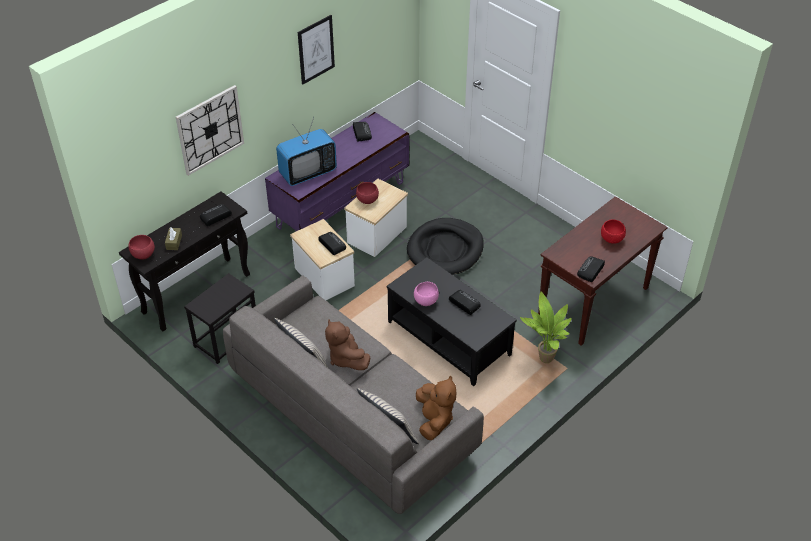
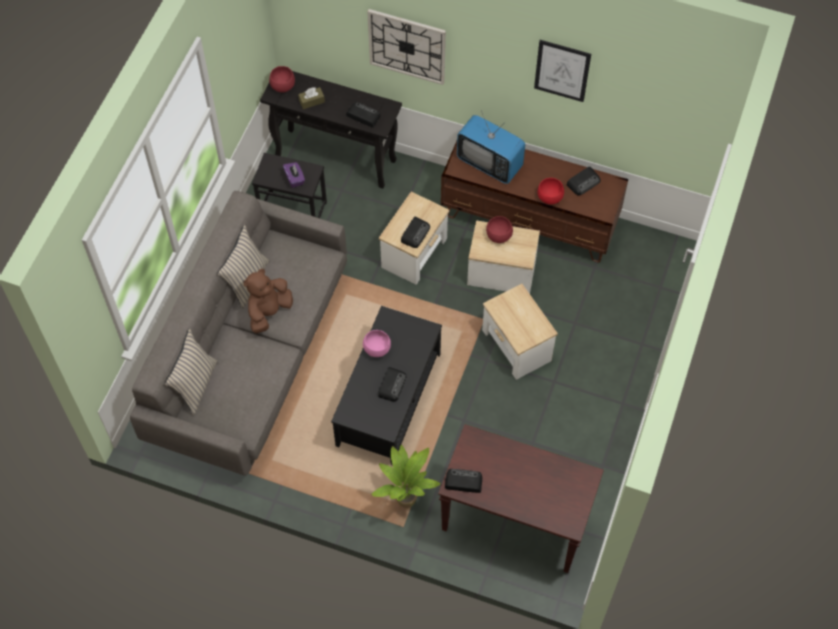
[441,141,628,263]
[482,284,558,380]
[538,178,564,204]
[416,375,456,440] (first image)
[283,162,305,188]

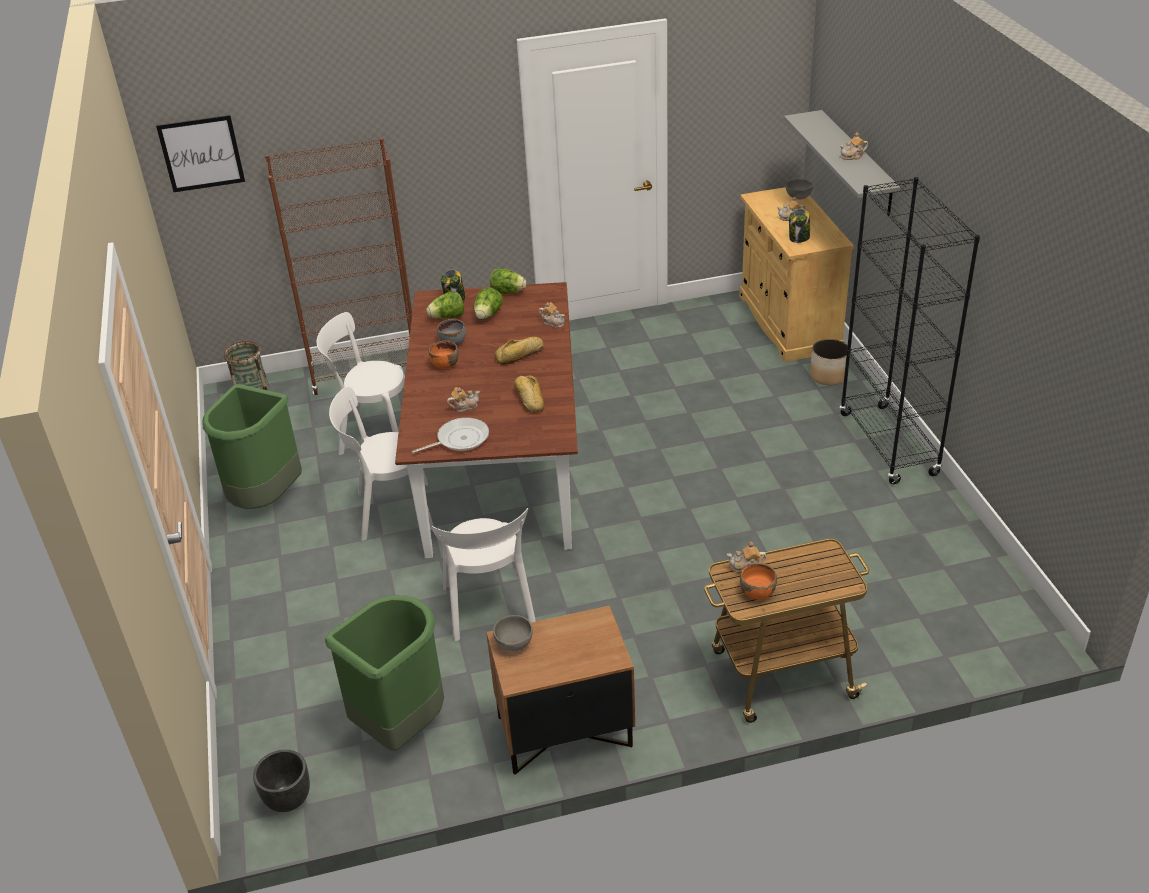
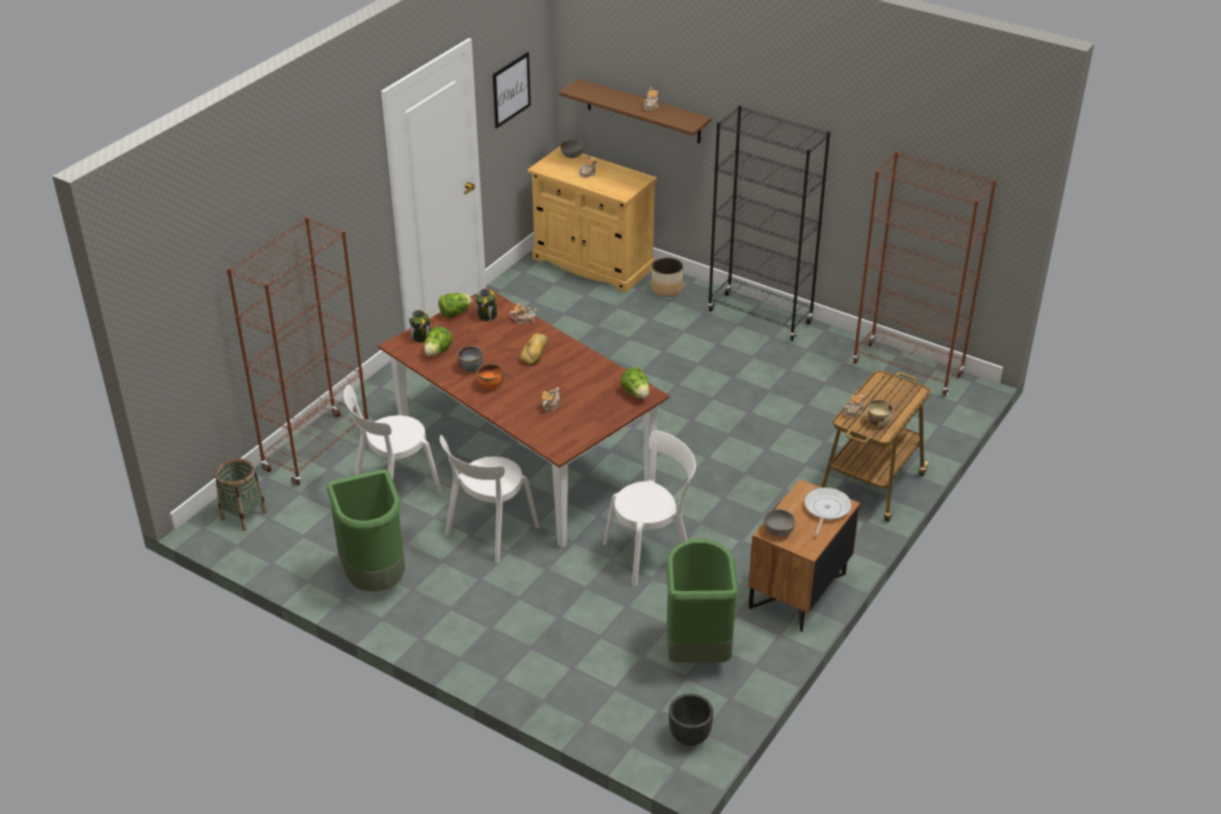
[559,79,712,143]
[493,52,531,128]
[476,289,497,321]
[621,367,649,399]
[514,375,544,413] (first image)
[804,487,852,537]
[603,431,696,586]
[866,400,894,427]
[852,151,997,396]

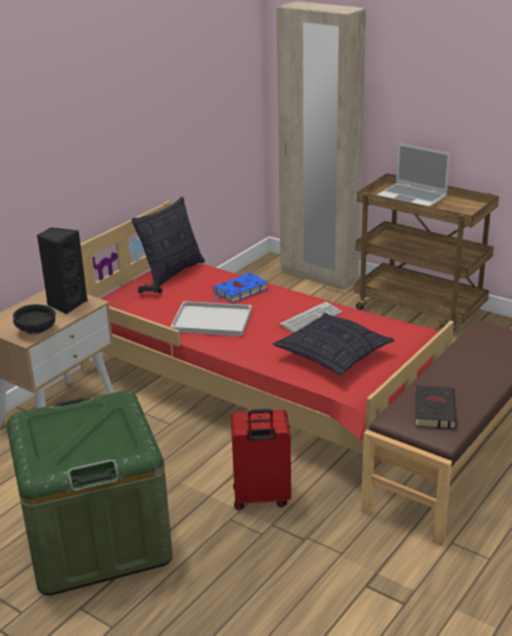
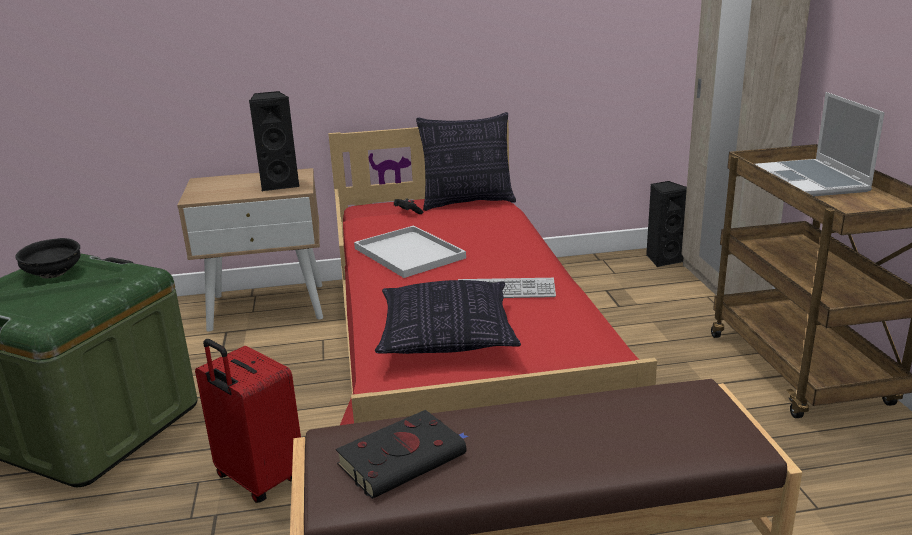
[213,273,268,303] (first image)
[15,238,81,278]
[646,181,687,267]

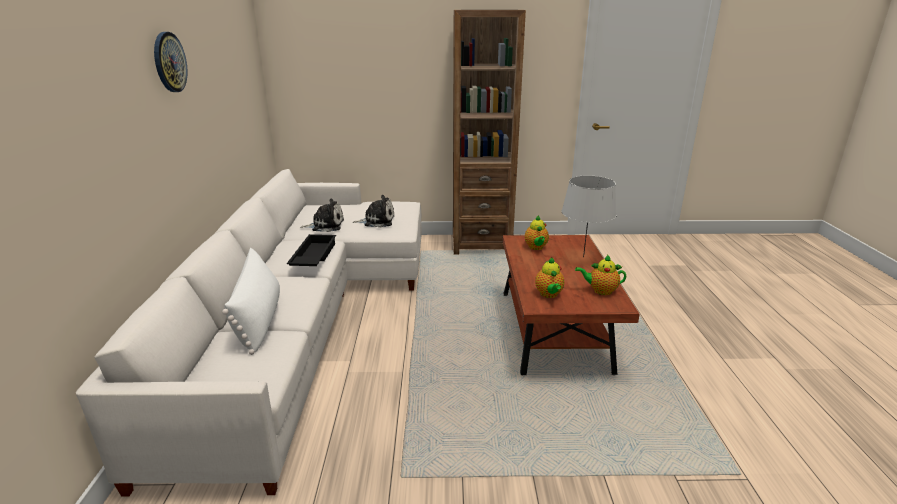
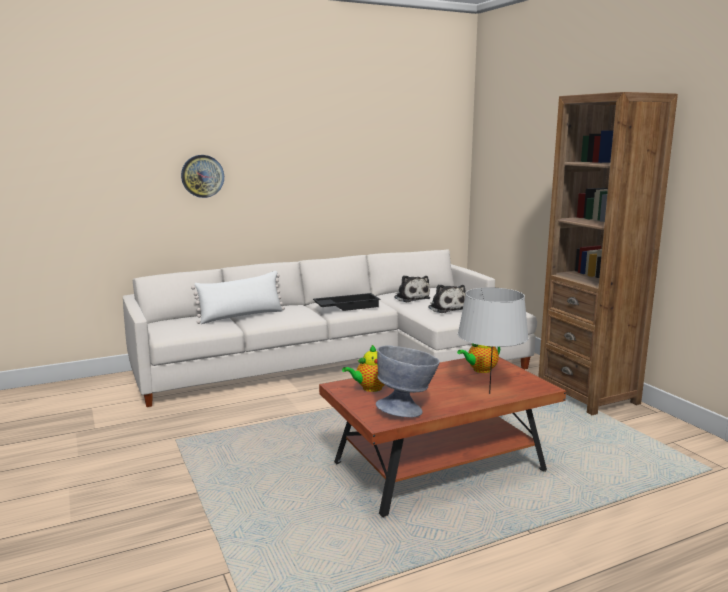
[181,155,224,198]
[376,346,439,417]

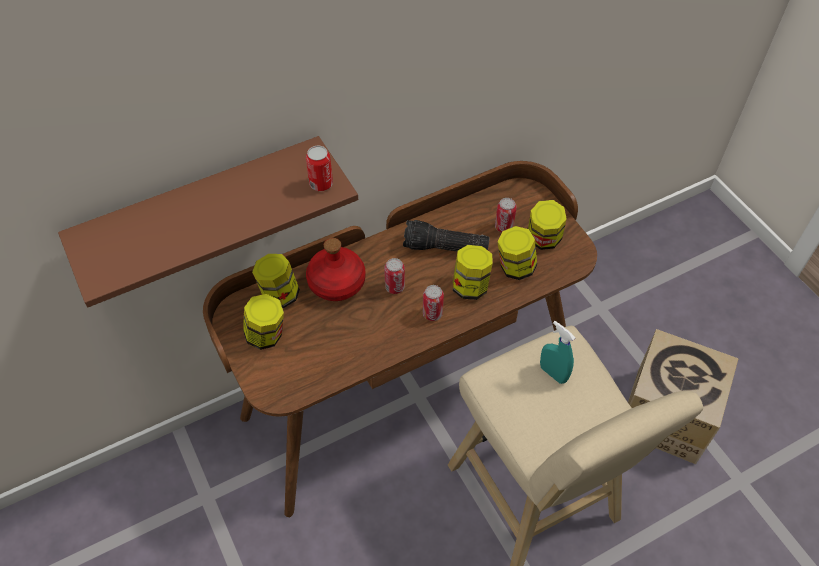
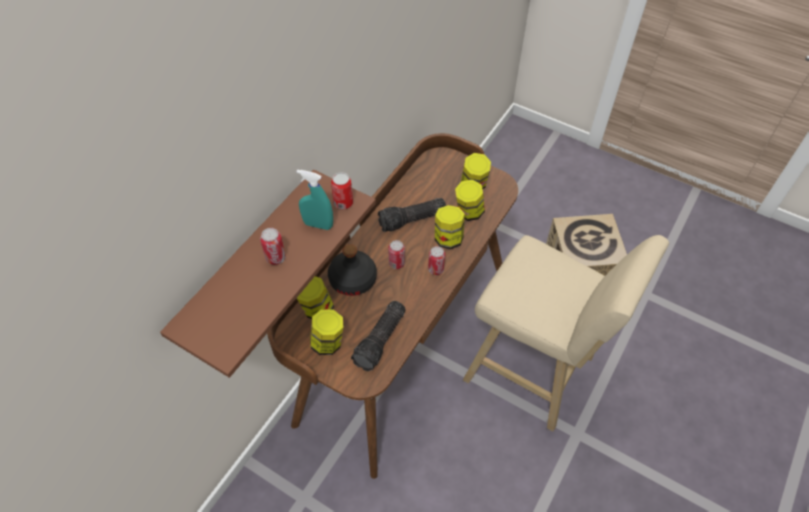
[260,228,286,265]
[328,244,377,296]
[297,170,333,230]
[351,301,406,371]

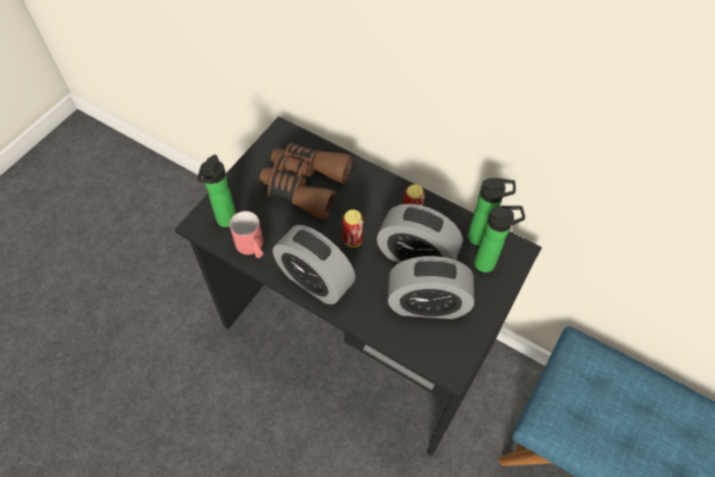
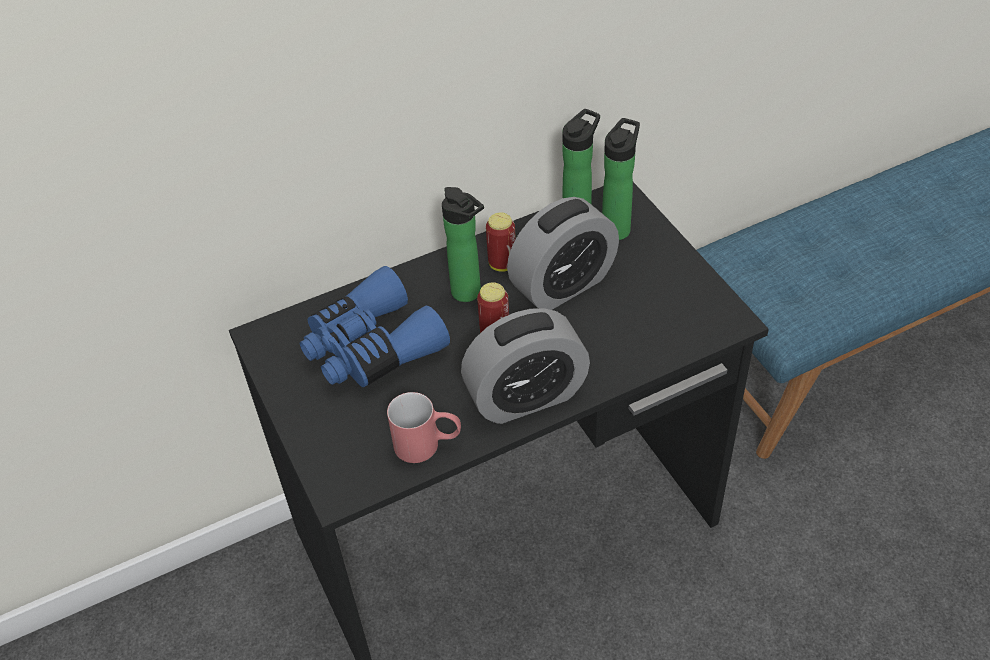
[300,266,450,388]
[442,187,484,302]
[388,256,474,319] (first image)

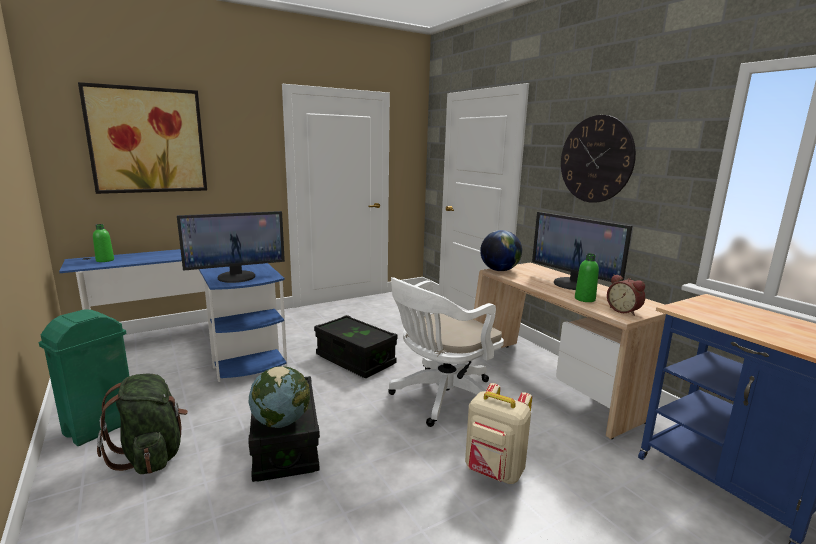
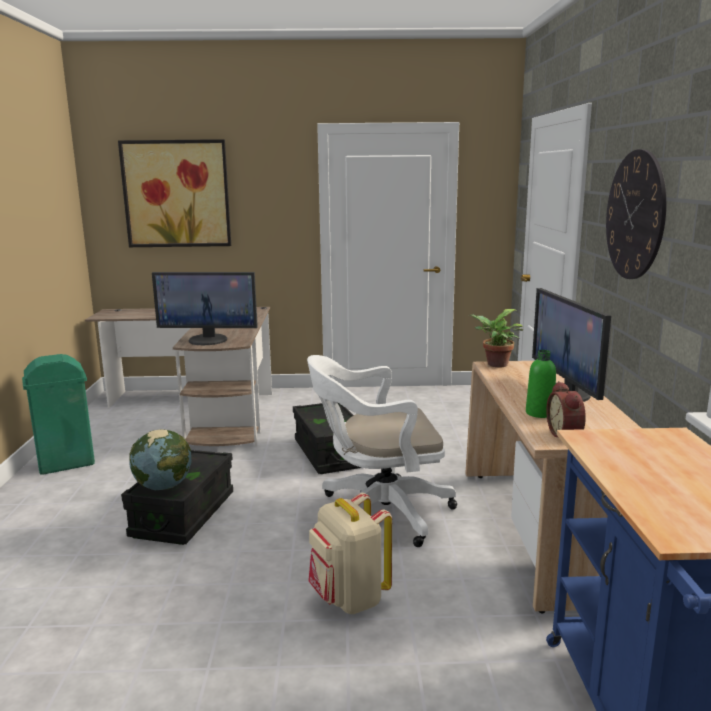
[93,224,114,262] (first image)
[468,309,523,367]
[85,307,272,446]
[97,374,188,474] (first image)

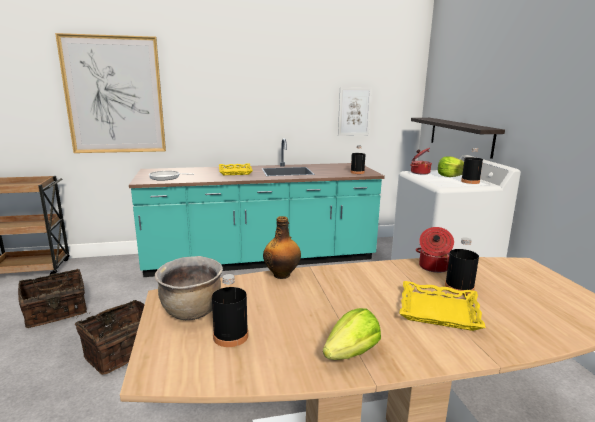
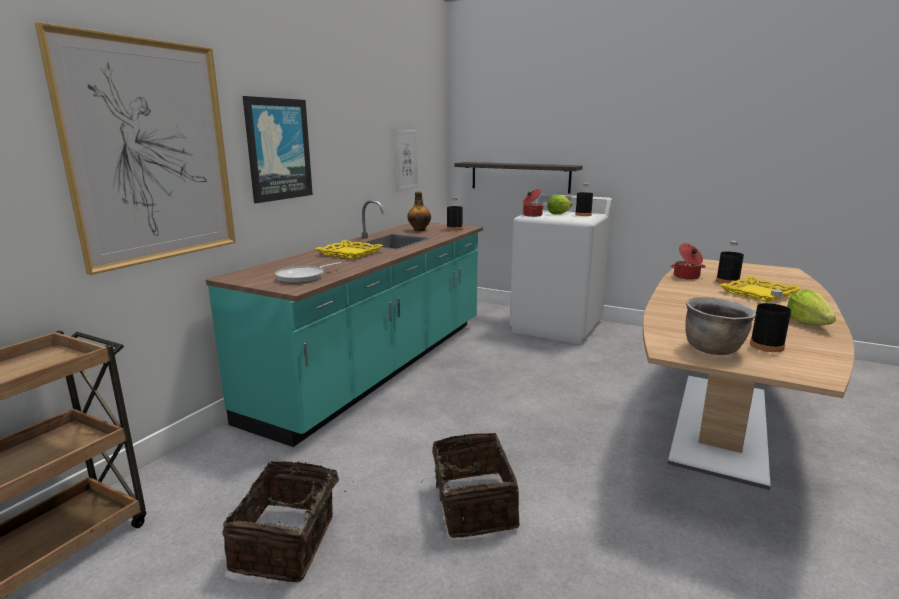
[407,192,431,231]
[243,96,313,203]

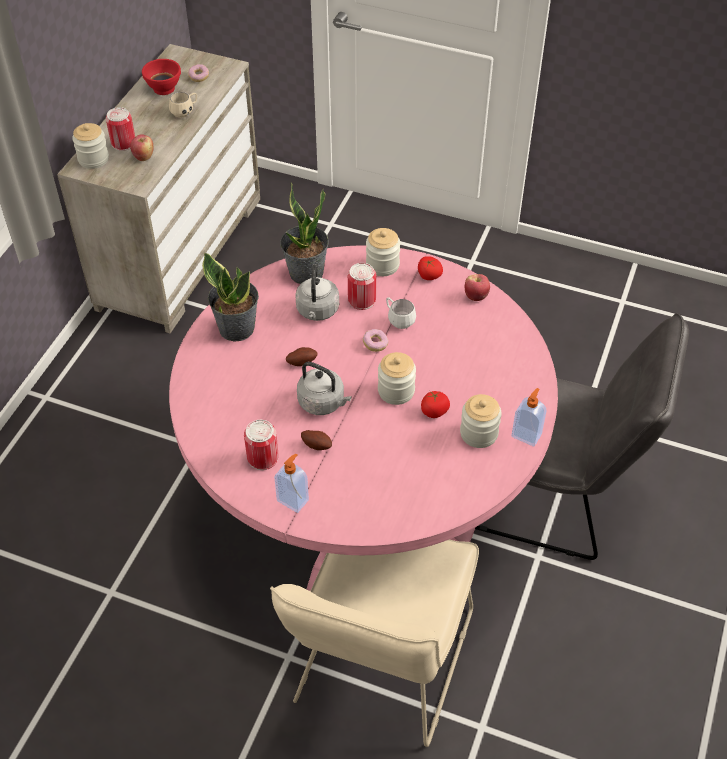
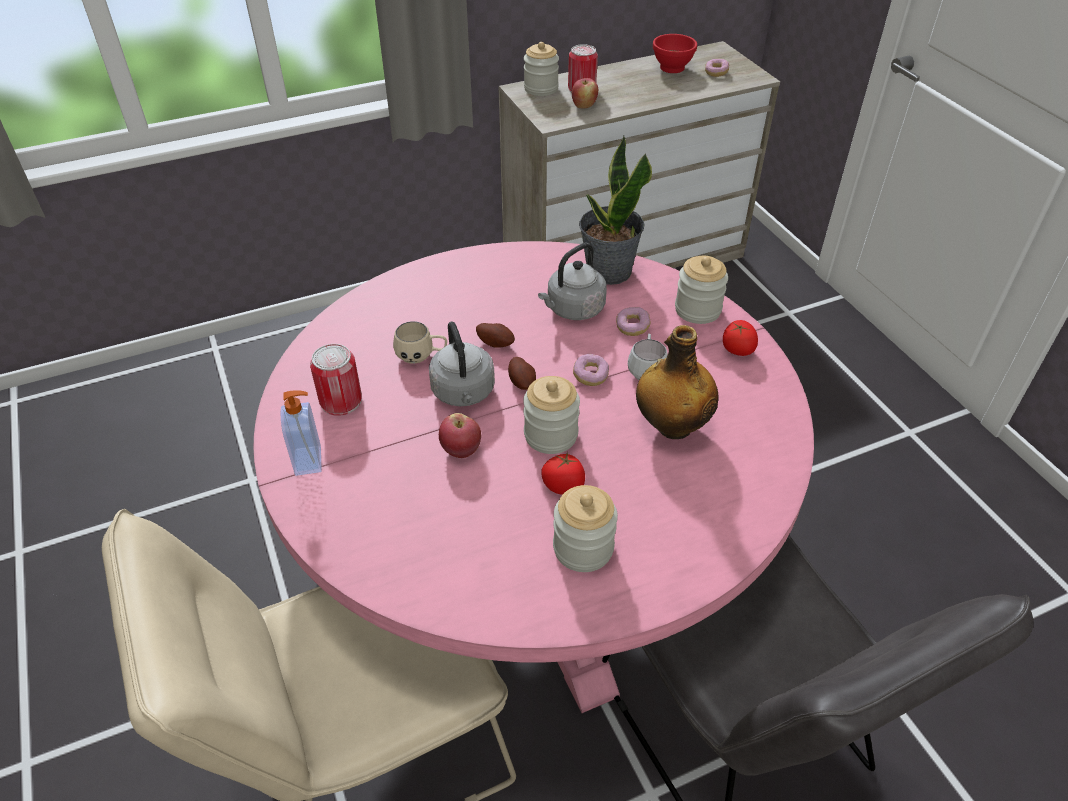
[393,321,447,364]
[202,252,259,342] (first image)
[616,307,651,336]
[439,413,481,458]
[511,388,547,446] (first image)
[508,357,536,390]
[636,325,719,439]

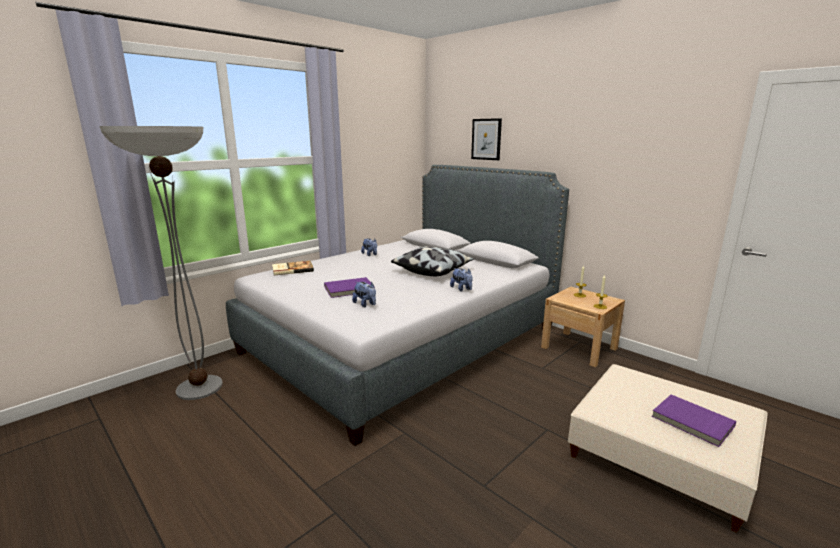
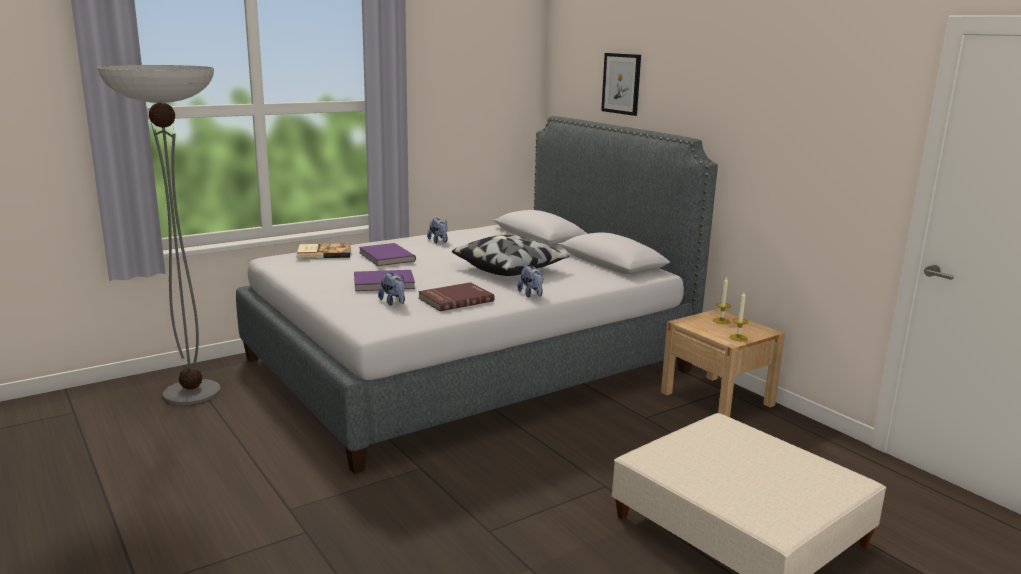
[359,243,416,266]
[418,282,495,311]

